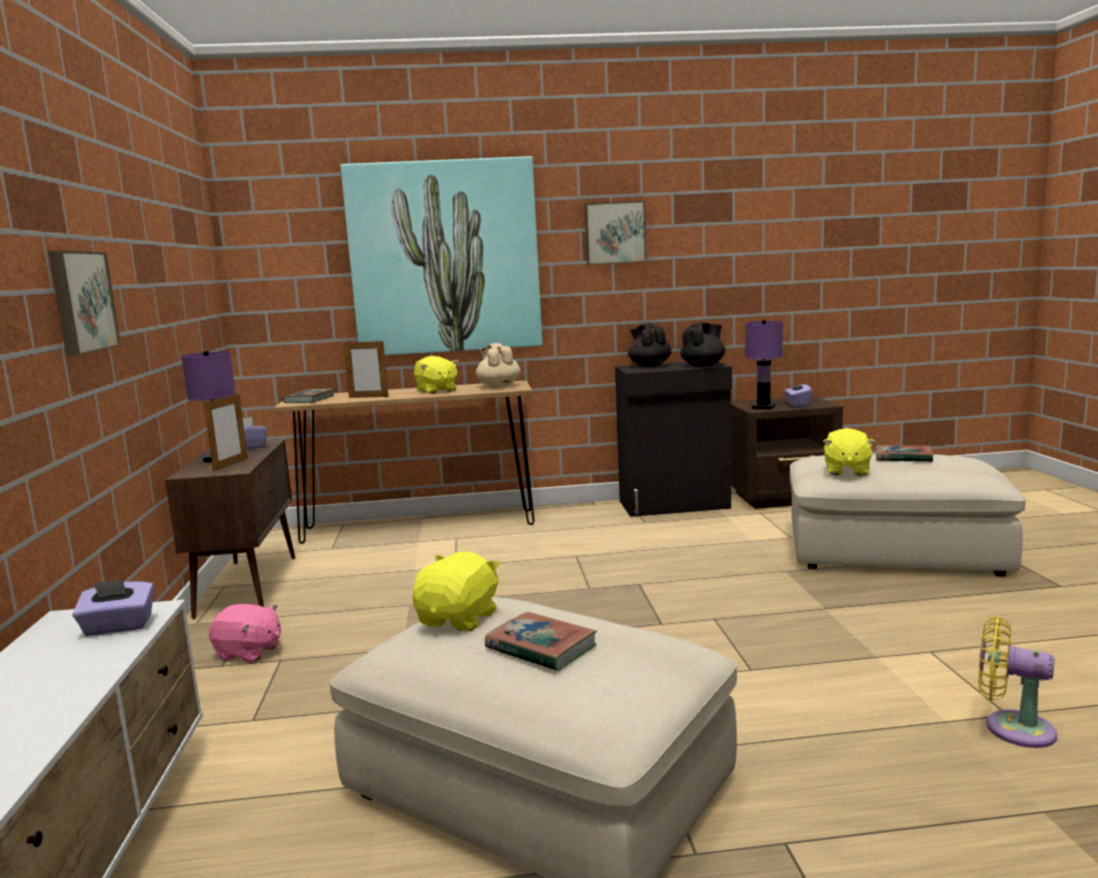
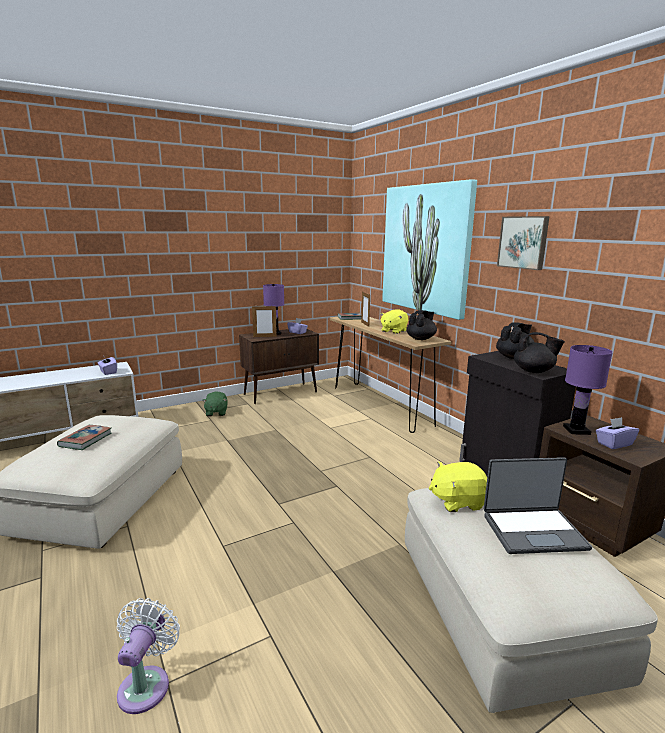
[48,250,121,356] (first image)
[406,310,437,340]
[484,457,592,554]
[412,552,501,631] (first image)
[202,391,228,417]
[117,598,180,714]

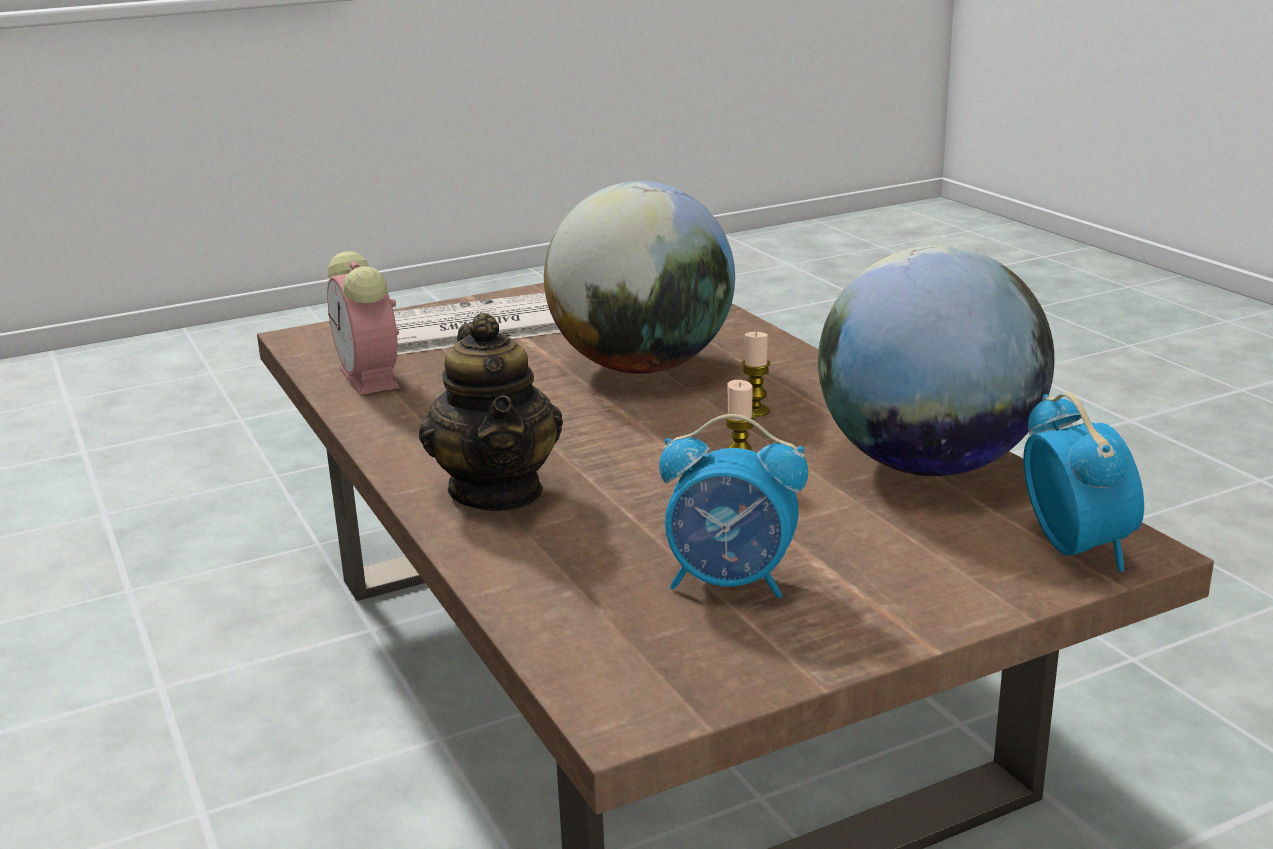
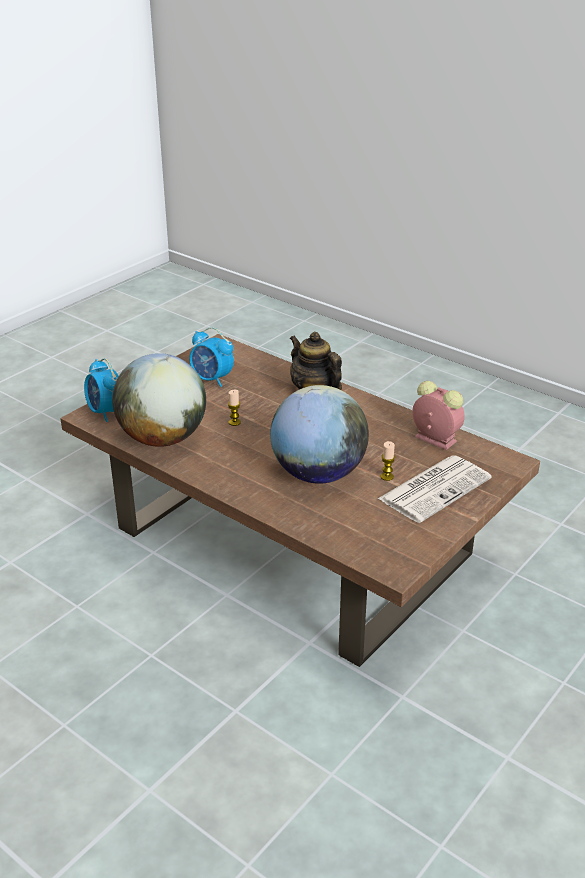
[381,441,395,481]
[189,327,234,387]

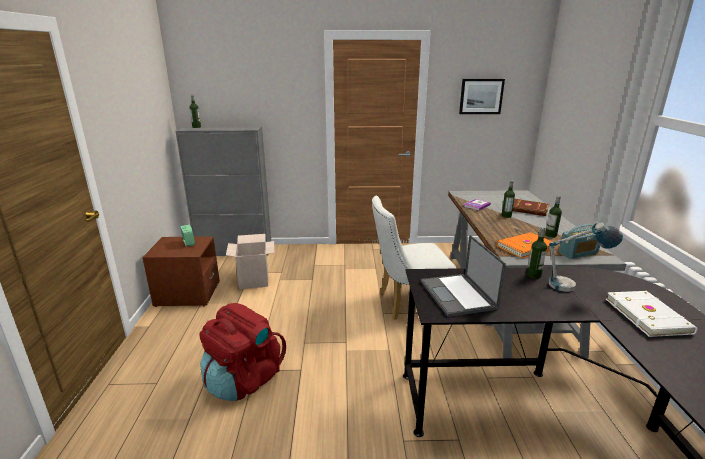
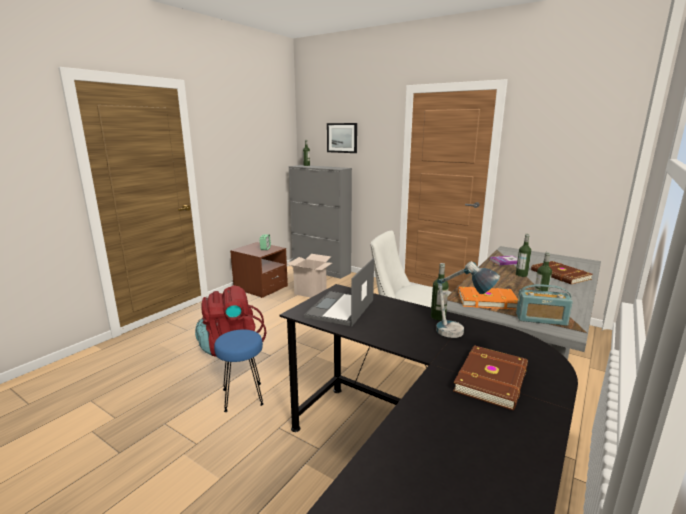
[327,123,357,153]
[453,345,528,410]
[214,329,264,412]

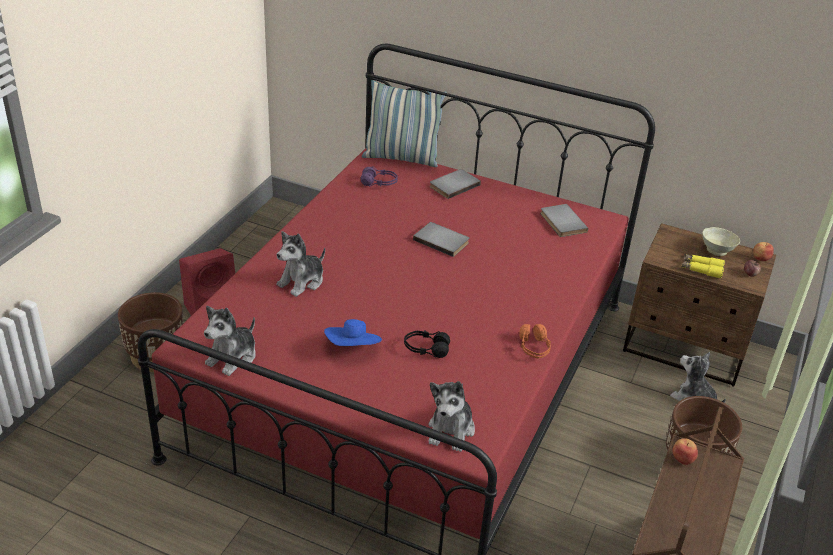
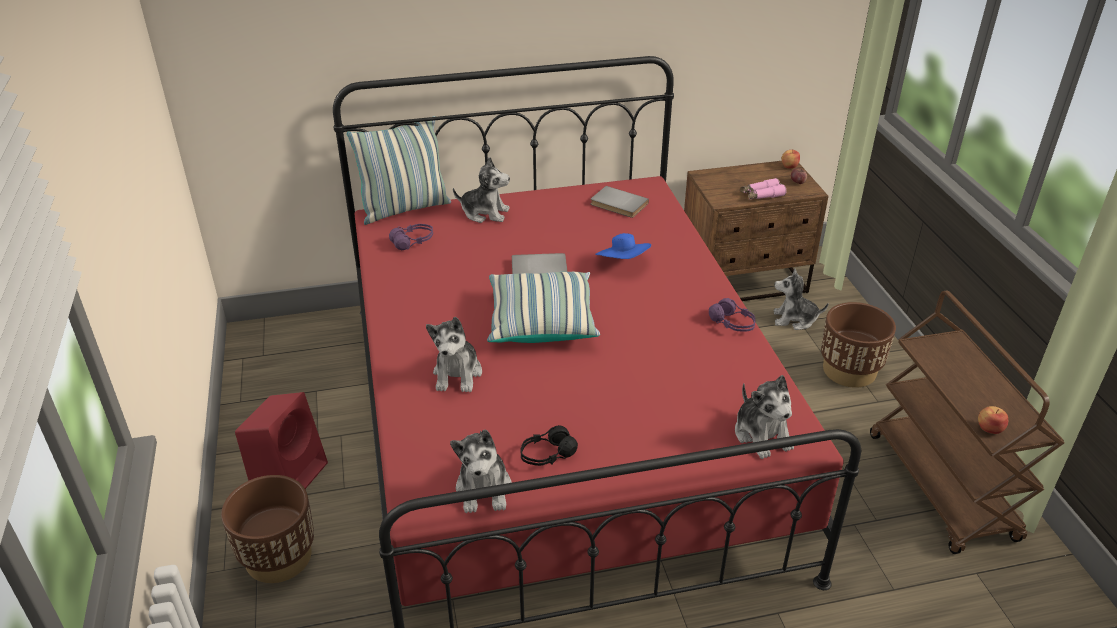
[453,157,510,223]
[702,227,740,256] (first image)
[740,178,787,199]
[595,233,651,259]
[709,298,756,332]
[521,425,578,466]
[978,406,1008,434]
[487,272,600,343]

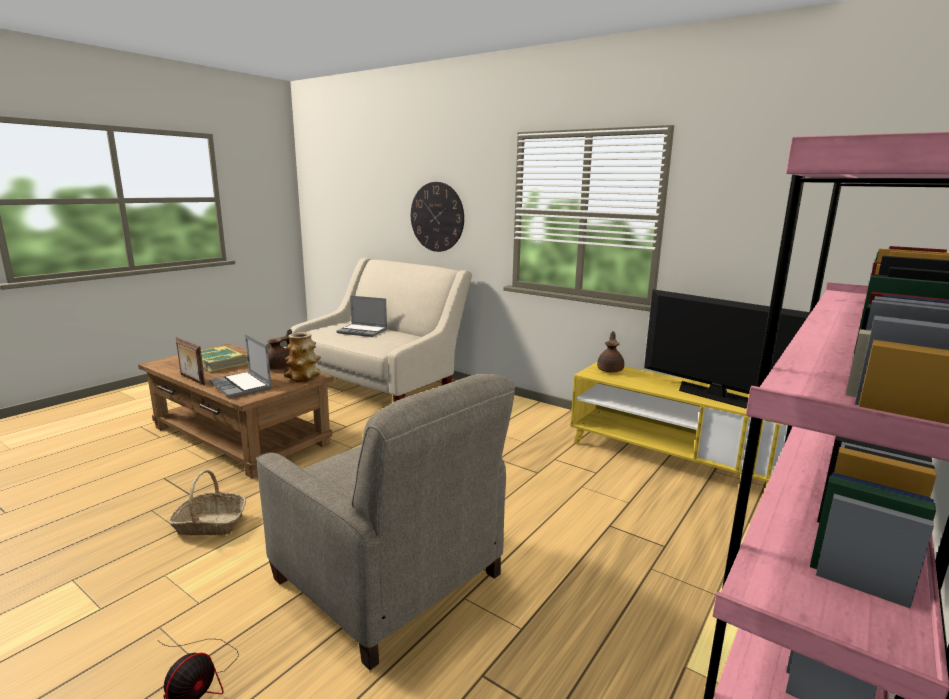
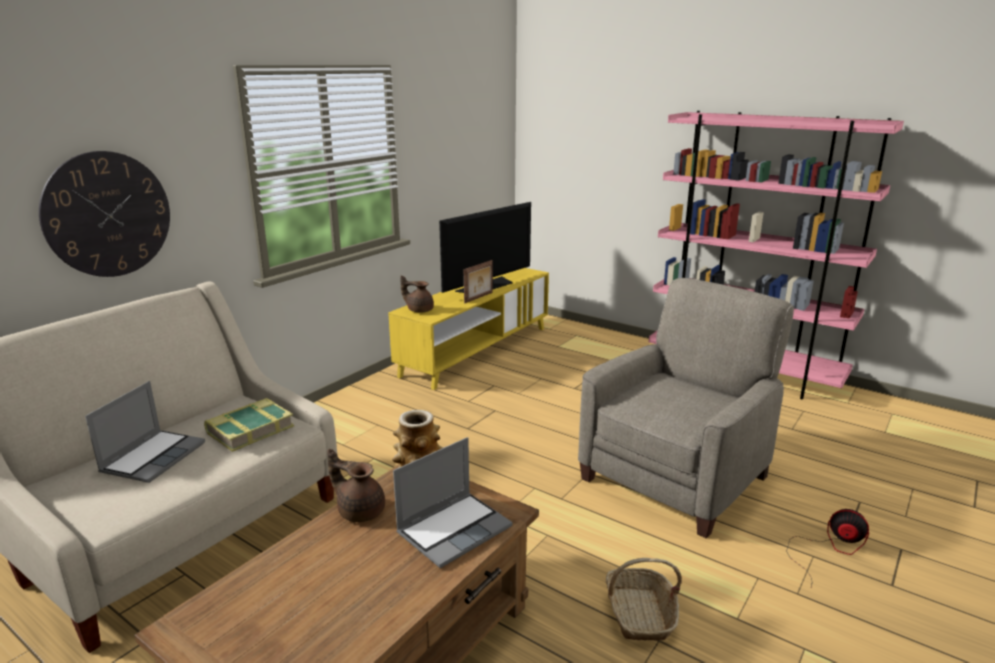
[464,260,493,303]
[204,398,294,452]

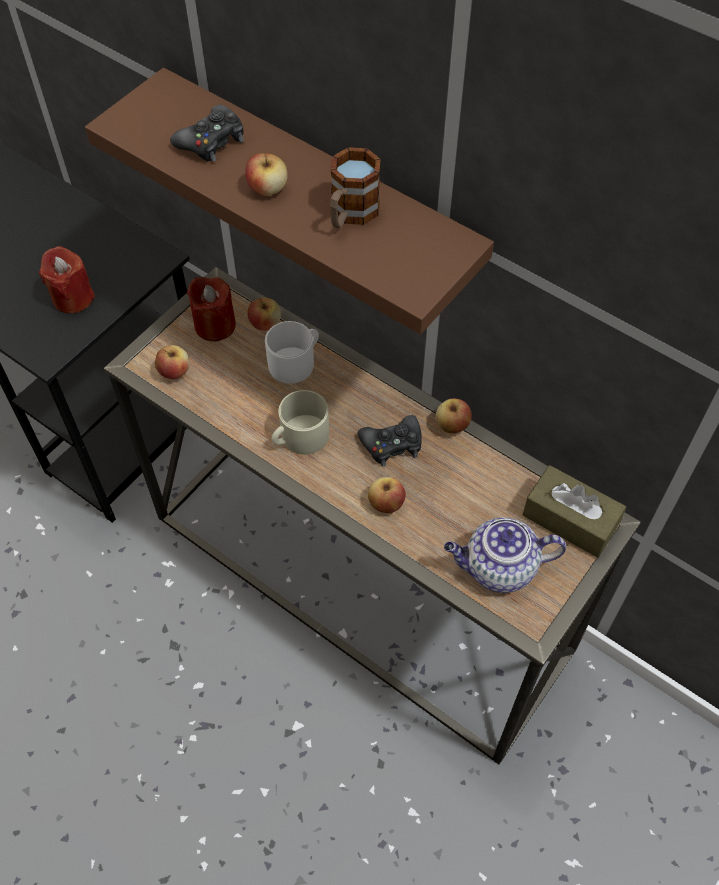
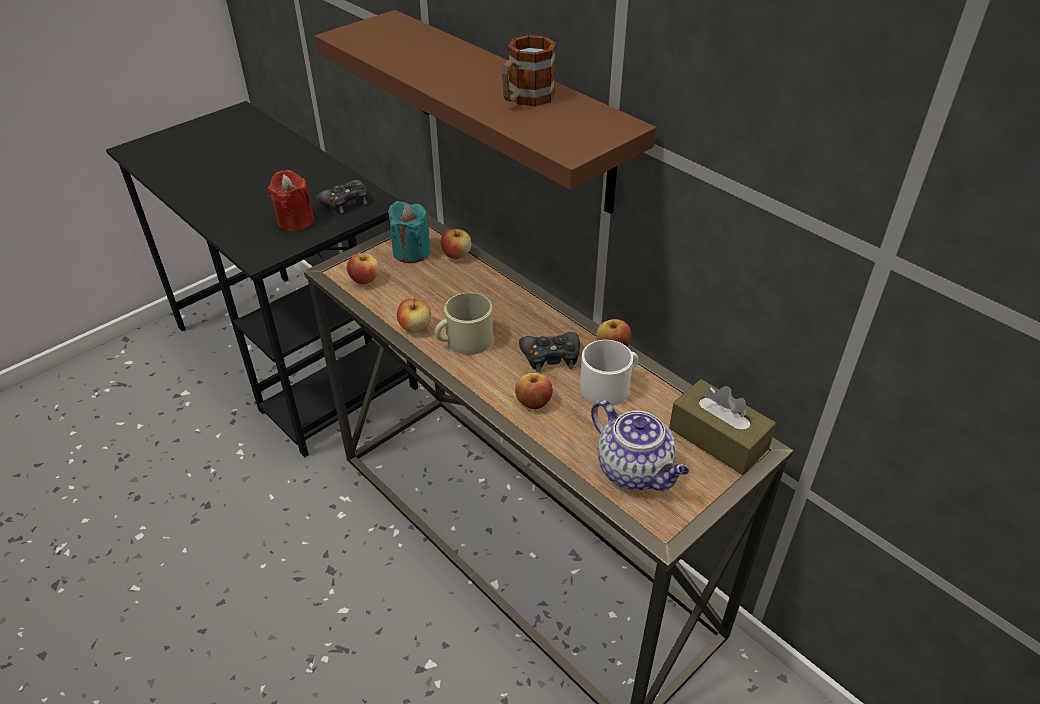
[316,180,368,213]
[397,298,431,333]
[388,201,431,263]
[580,340,638,406]
[591,400,689,491]

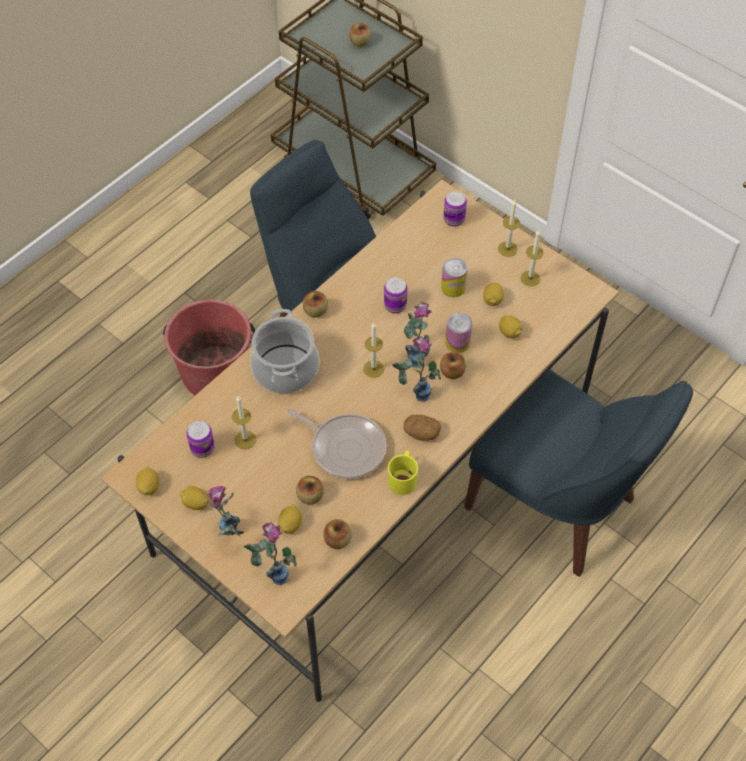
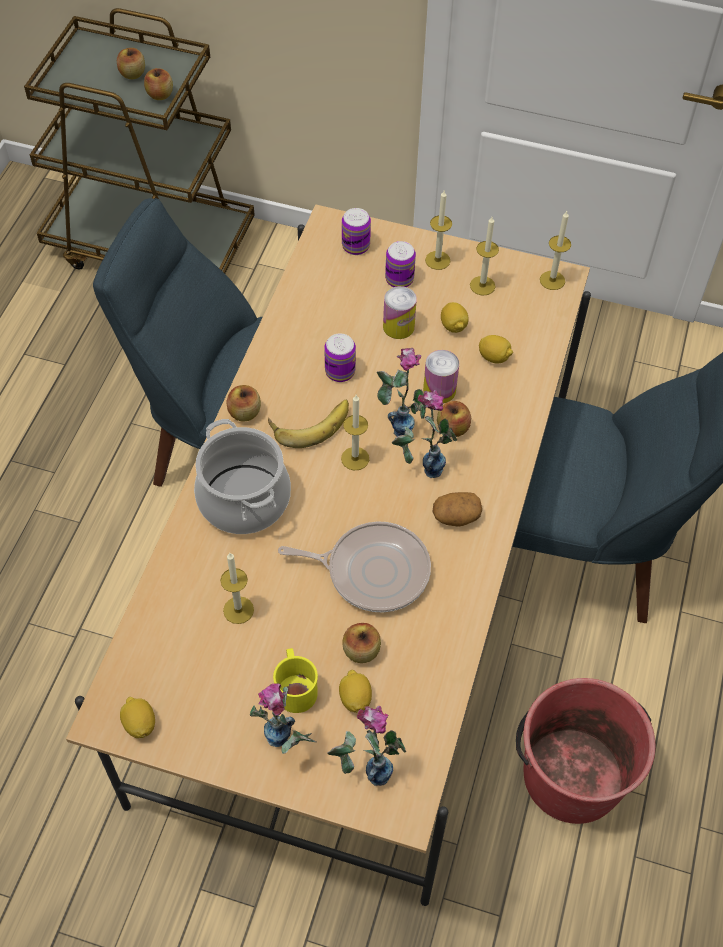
[516,678,656,824]
[385,241,416,287]
[273,648,318,713]
[180,486,209,510] (first image)
[144,68,173,100]
[540,211,571,290]
[268,400,349,448]

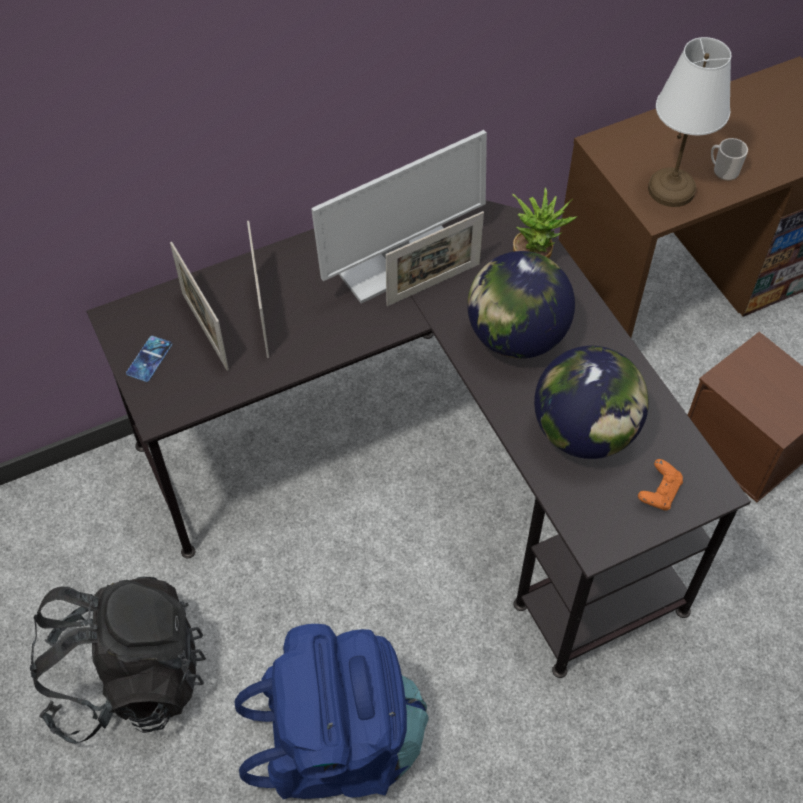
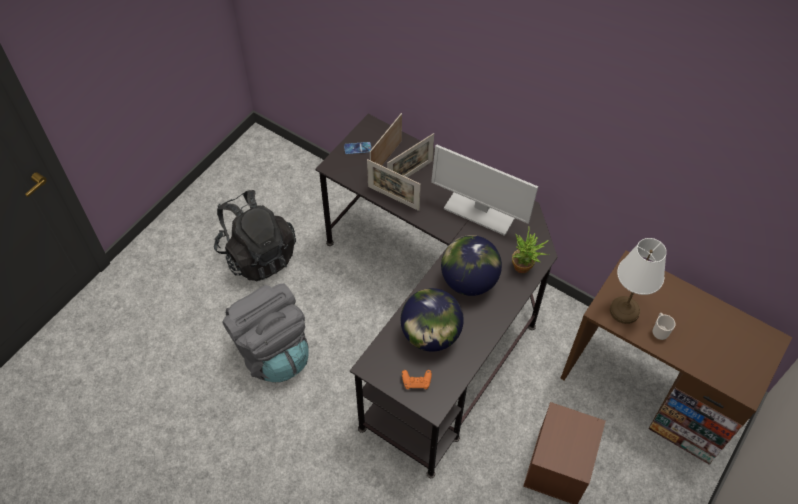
[367,159,421,211]
[222,284,309,382]

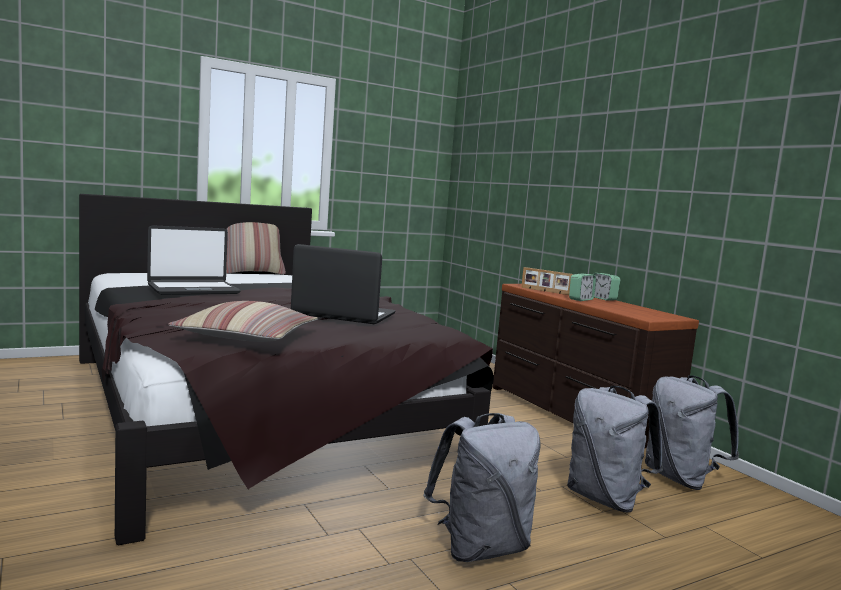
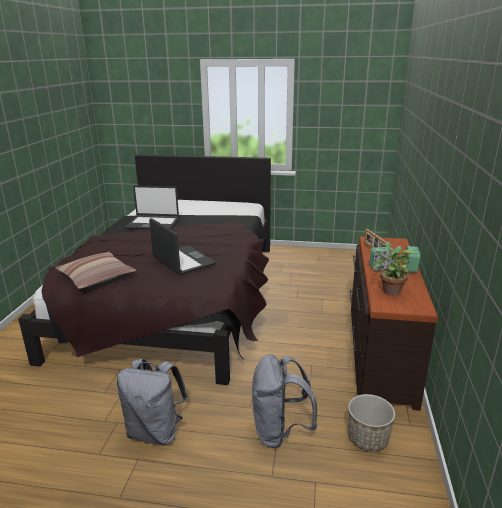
[226,222,286,275] (first image)
[348,394,395,451]
[375,241,413,295]

